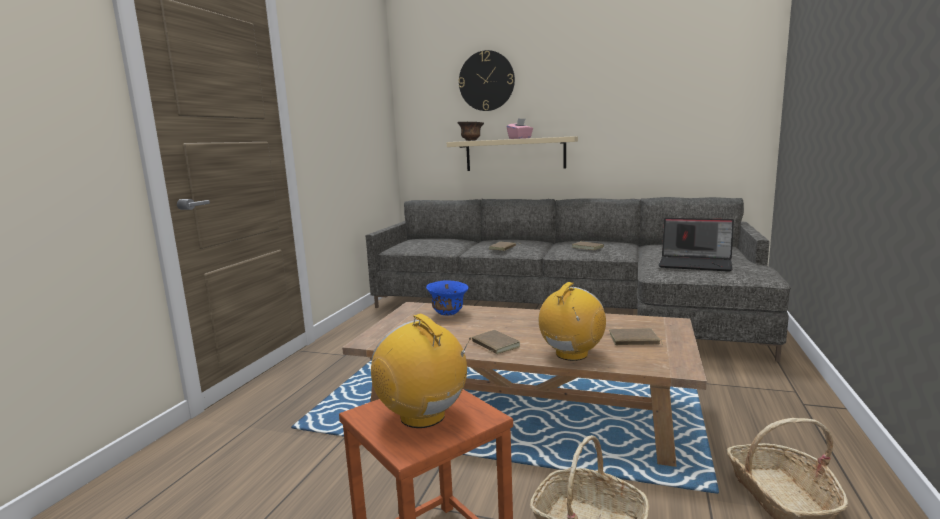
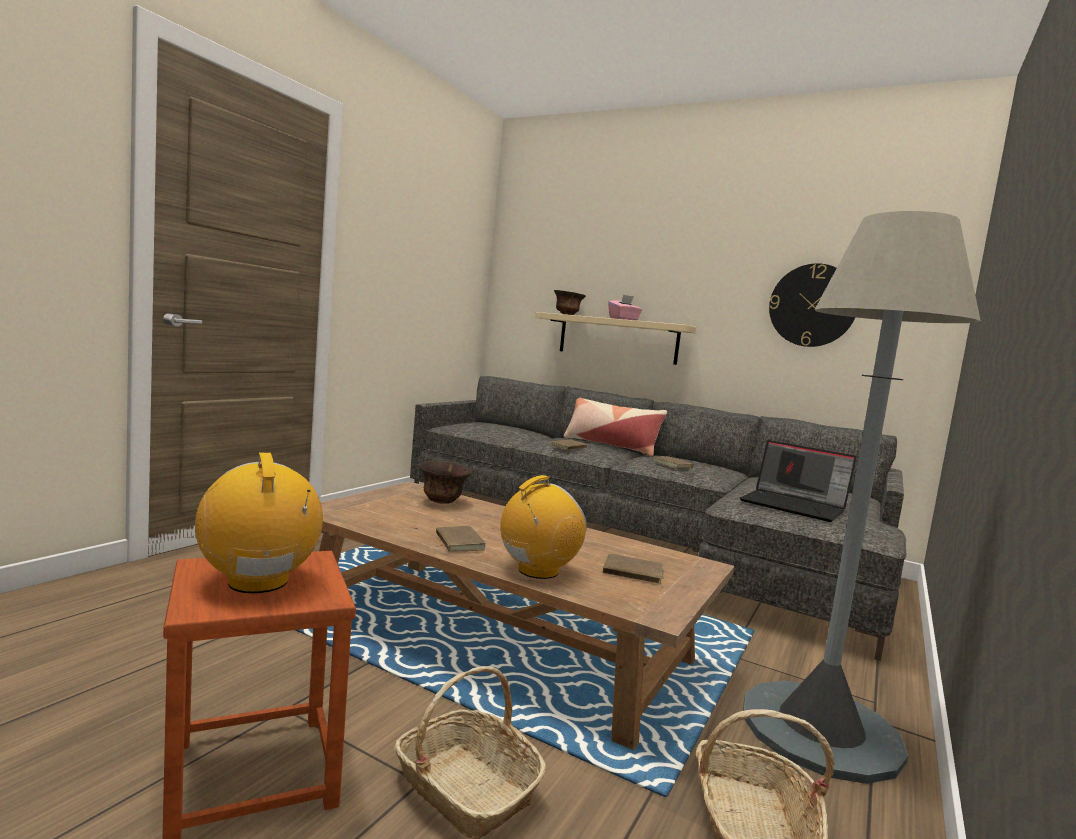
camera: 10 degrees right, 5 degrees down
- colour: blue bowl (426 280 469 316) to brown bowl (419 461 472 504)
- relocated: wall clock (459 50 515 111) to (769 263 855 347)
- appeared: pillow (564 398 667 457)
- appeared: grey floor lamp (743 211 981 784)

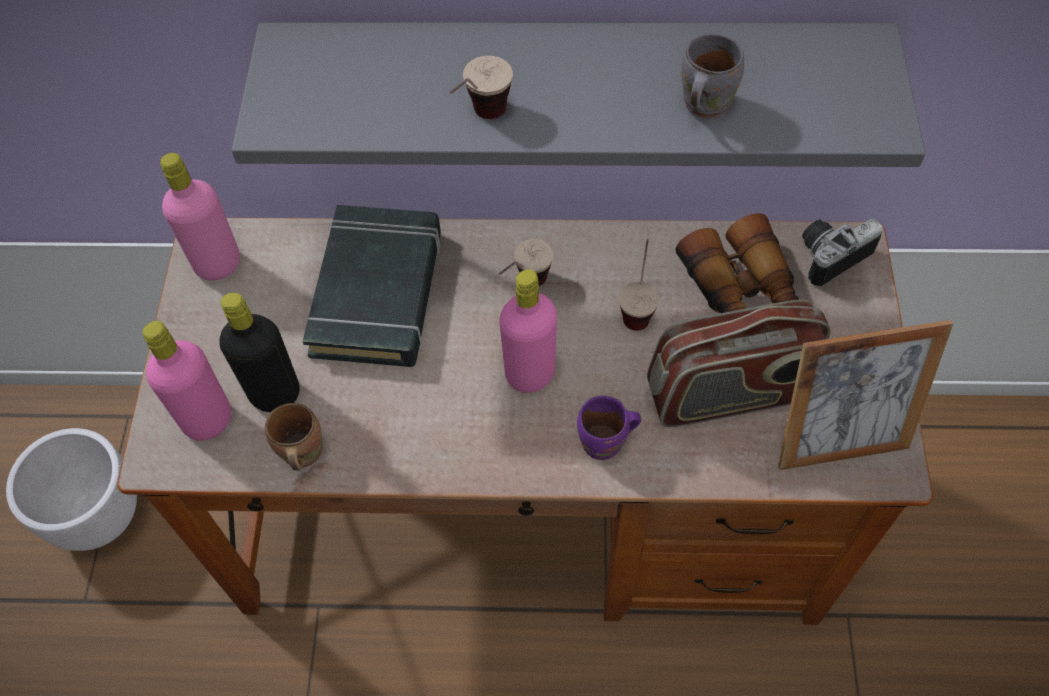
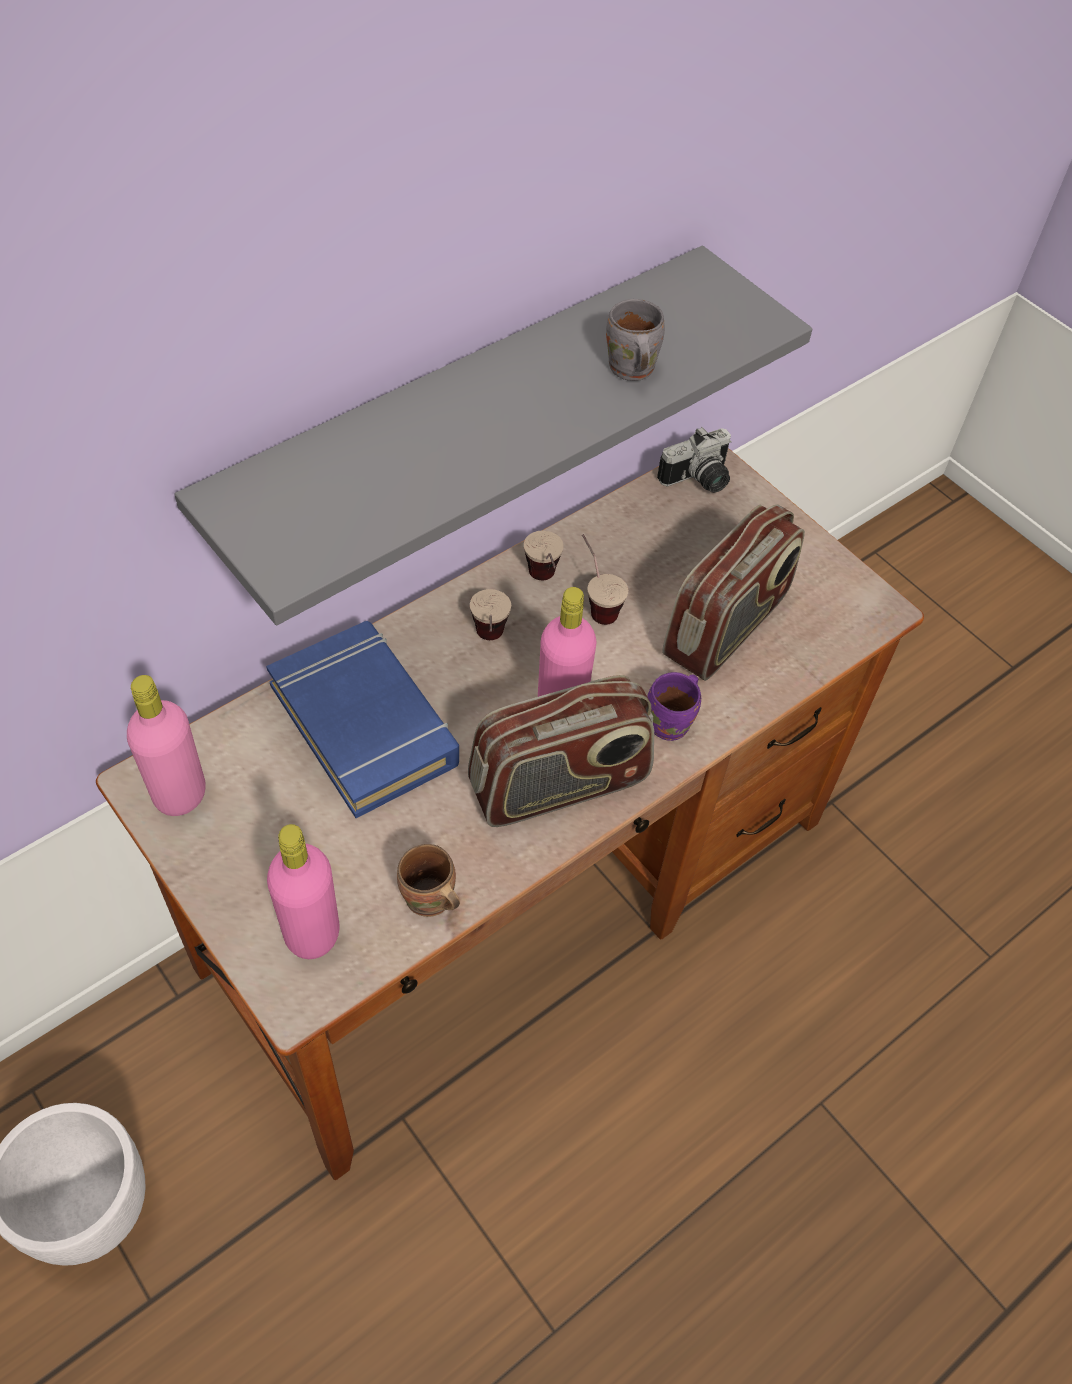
camera: 45 degrees left, 5 degrees down
- missing: black bottle (220 292 300 412)
- colour: black book (302 205 441 367) to blue book (266 621 459 818)
- relocated: cup (450 56 513 119) to (524 531 563 580)
- missing: binoculars (676 213 799 313)
- missing: picture frame (778 320 953 470)
- spun: photo camera (802 219 883 287) = (657 427 732 493) 135 degrees counterclockwise
- appeared: radio (468 675 654 827)

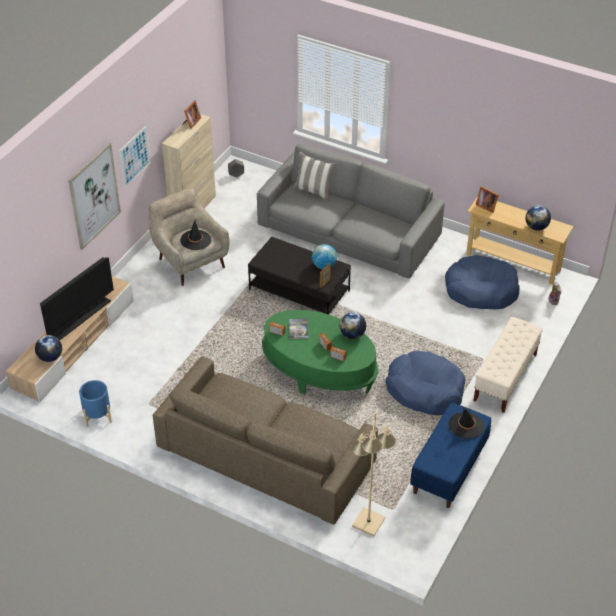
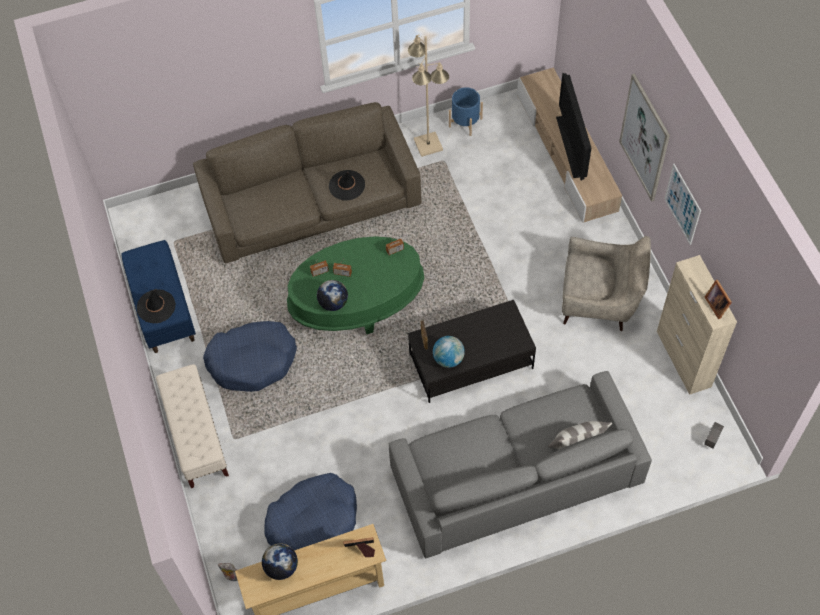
camera: 135 degrees right, 15 degrees up
- missing: globe (35 335 62 362)
- relocated: black hat (180 220 211 250) to (329 170 365 201)
- missing: book (289 319 309 339)
- relocated: beige floor lamp (351 413 396 536) to (408 34 449 157)

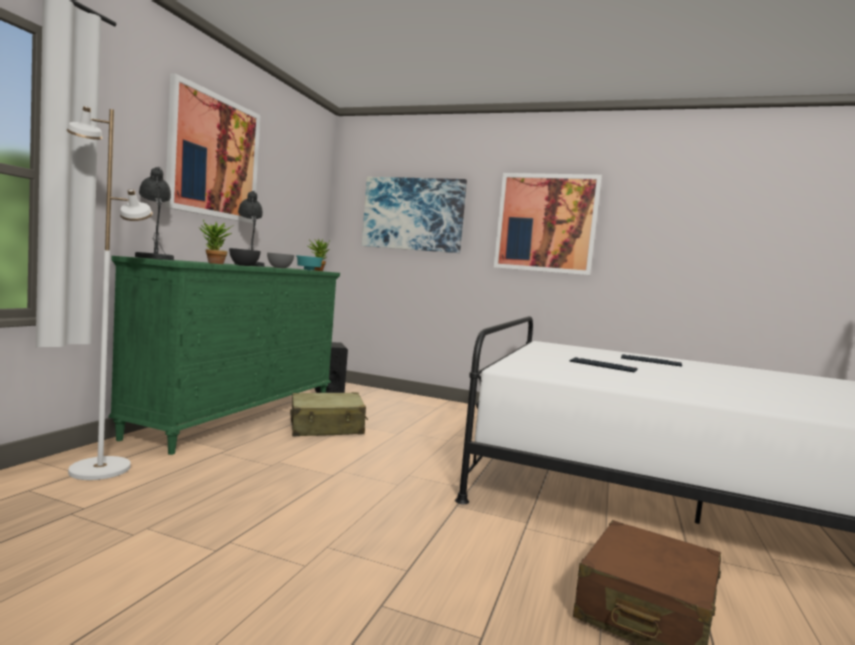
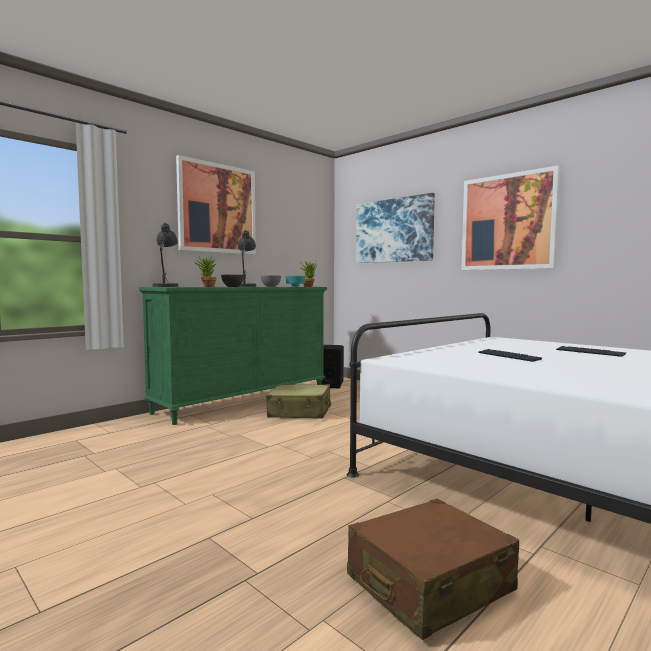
camera: 25 degrees right, 0 degrees up
- missing: white floor lamp (67 106 153 480)

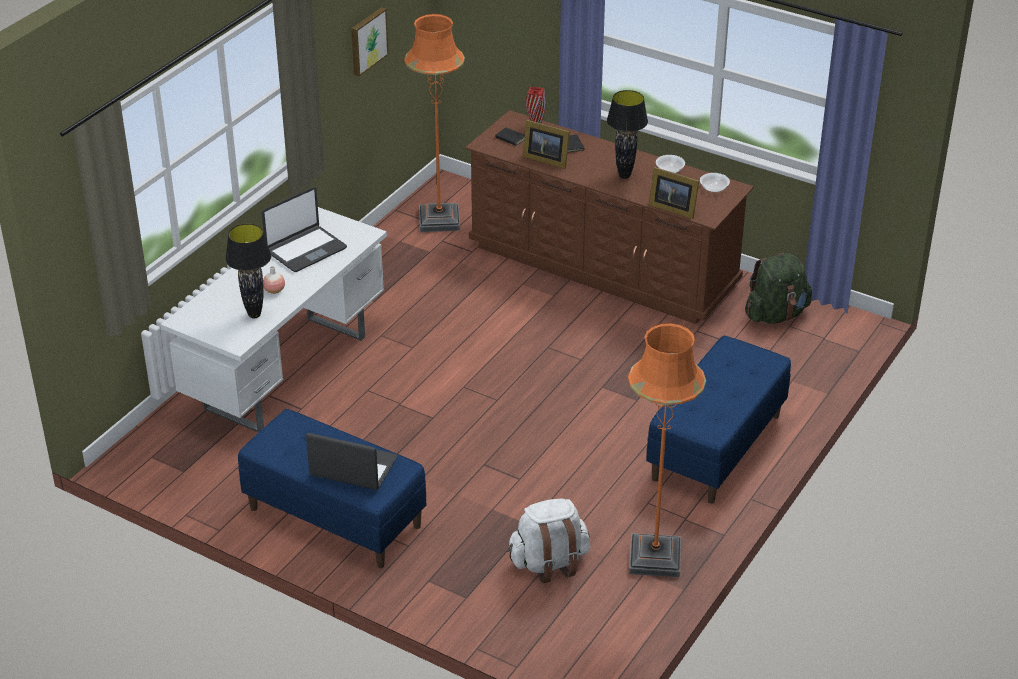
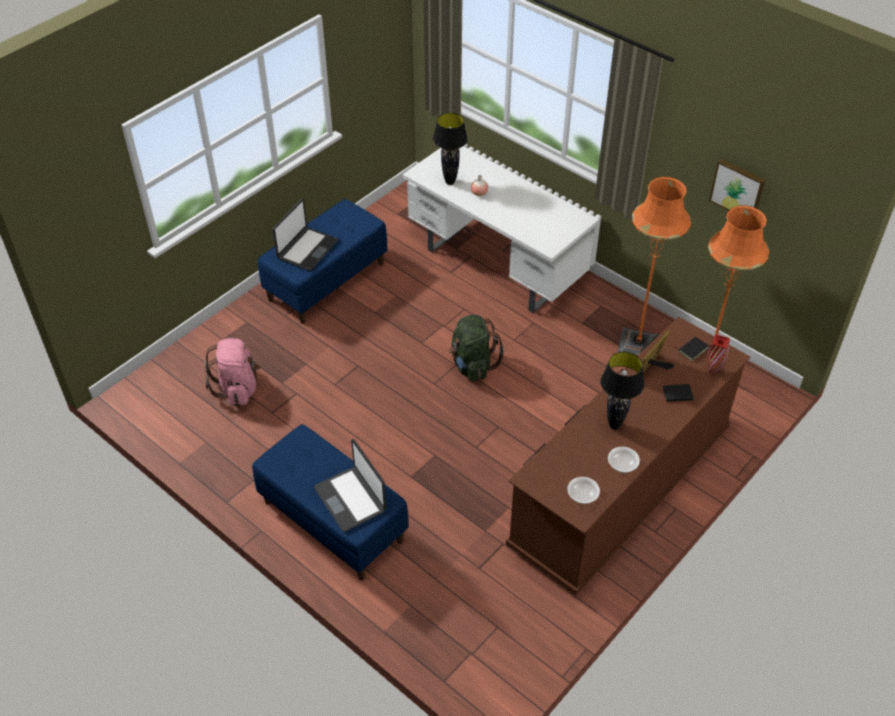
camera: 100 degrees right, 10 degrees up
- relocated: laptop (262 187 347 272) to (314 439 387 532)
- colour: white backpack (507 499 590 583) to pink backpack (205 338 260 406)
- relocated: orange floor lamp (628 323 706 578) to (617 177 691 356)
- missing: picture frame (649 167 699 219)
- relocated: green backpack (745 253 812 324) to (448 315 504 382)

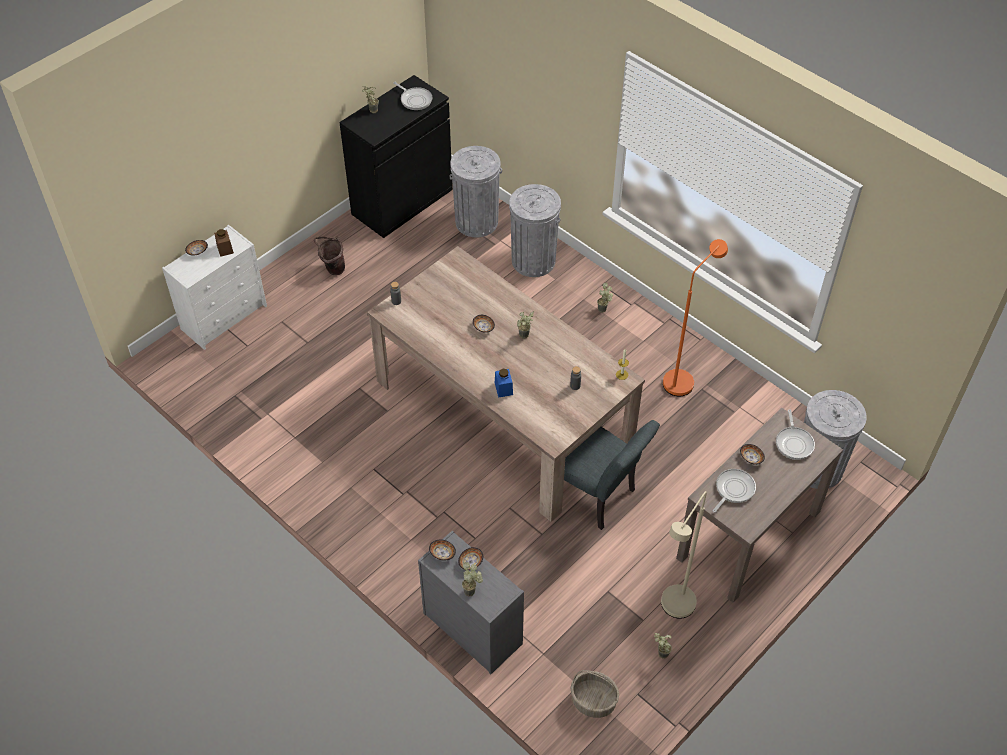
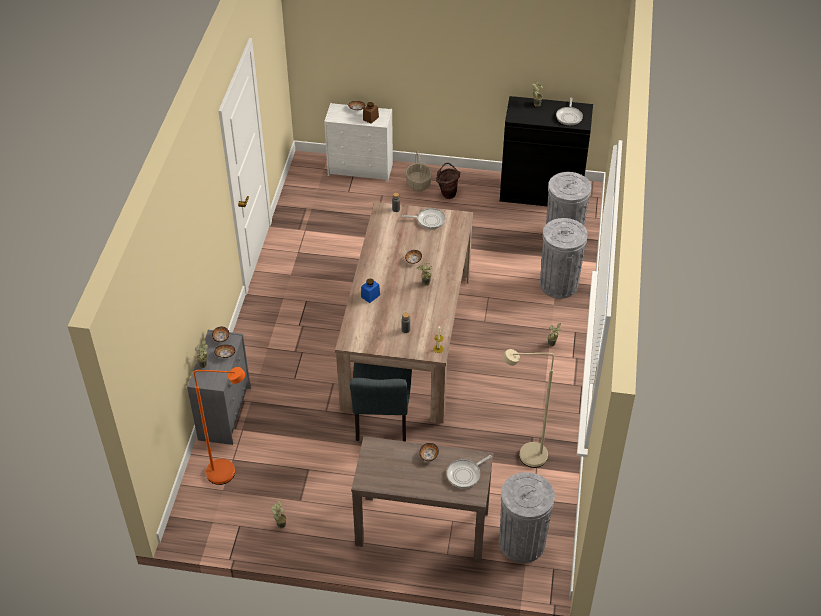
camera: 55 degrees right, 5 degrees down
- relocated: basket (571 670 619 718) to (405 151 432 191)
- relocated: beige floor lamp (661 491 707 618) to (503 349 554 468)
- relocated: orange floor lamp (663 239 728 397) to (194 367 245 485)
- relocated: frying pan (712 469 756 513) to (402 208 446 229)

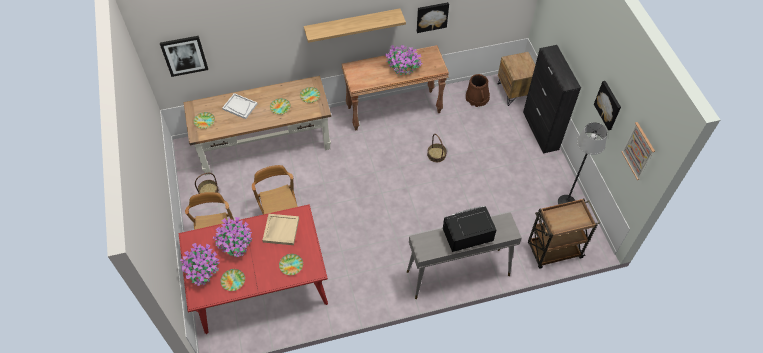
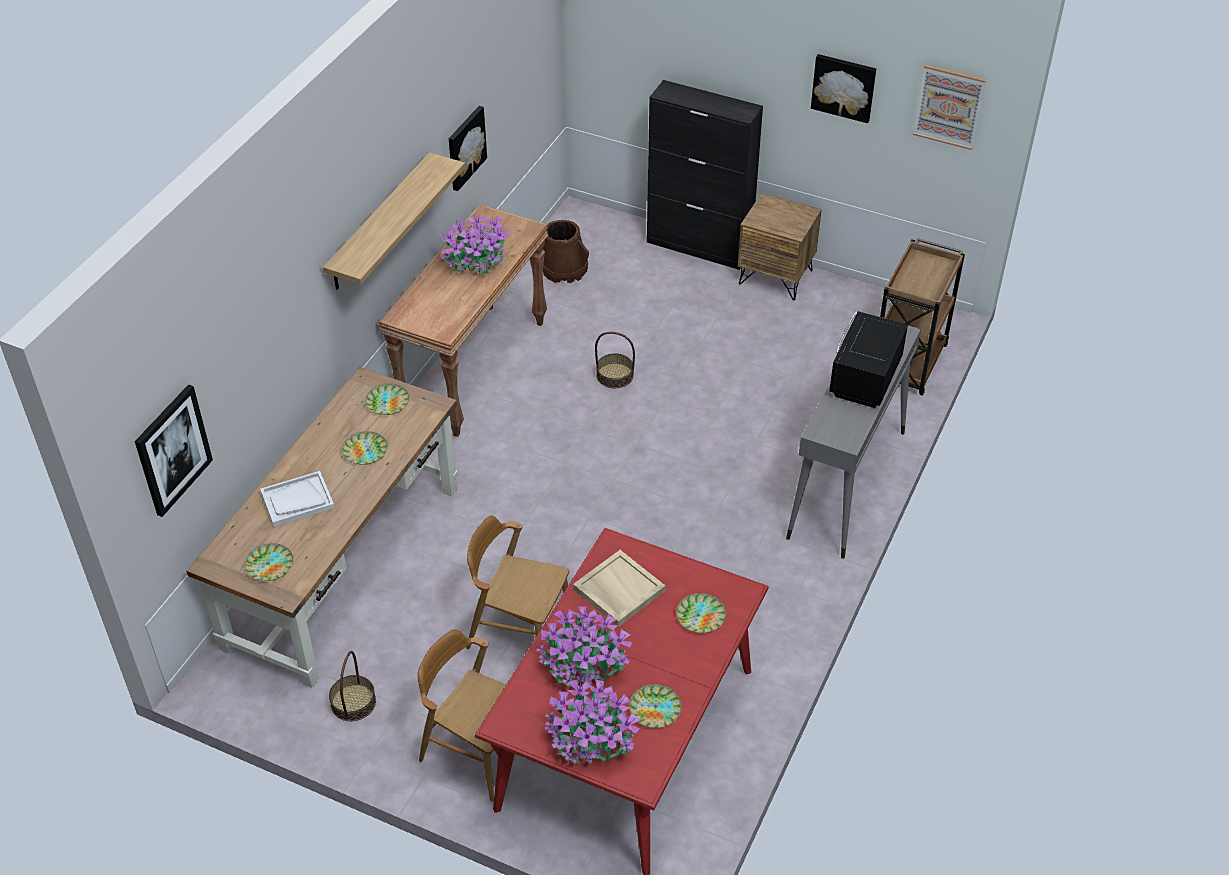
camera: 50 degrees left, 10 degrees down
- relocated: brown nightstand (498 52 535 106) to (738 193 822 300)
- missing: floor lamp (558 122 607 205)

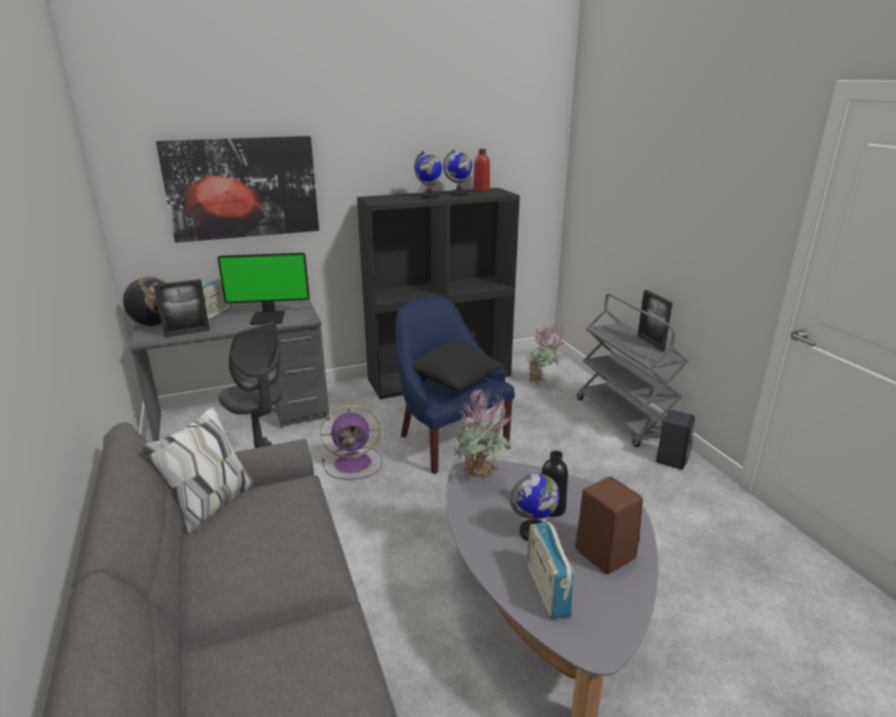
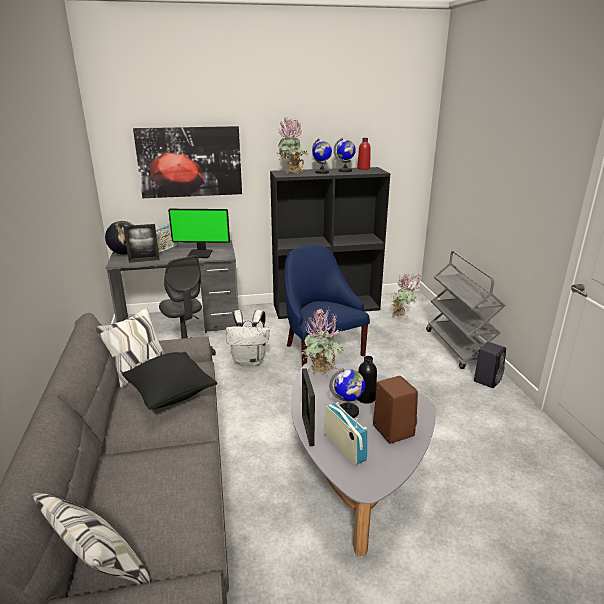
camera: 10 degrees right, 0 degrees up
- exchanged: purple fan (320 405 383 480) to white backpack (226 310 269 366)
- relocated: black pillow (413 342 505 390) to (122 352 218 410)
- spun: radio (526 519 575 619) = (324 402 367 465) 150 degrees clockwise
- relocated: picture frame (637 290 673 351) to (302 368 315 446)
- appeared: potted plant (276 118 308 173)

